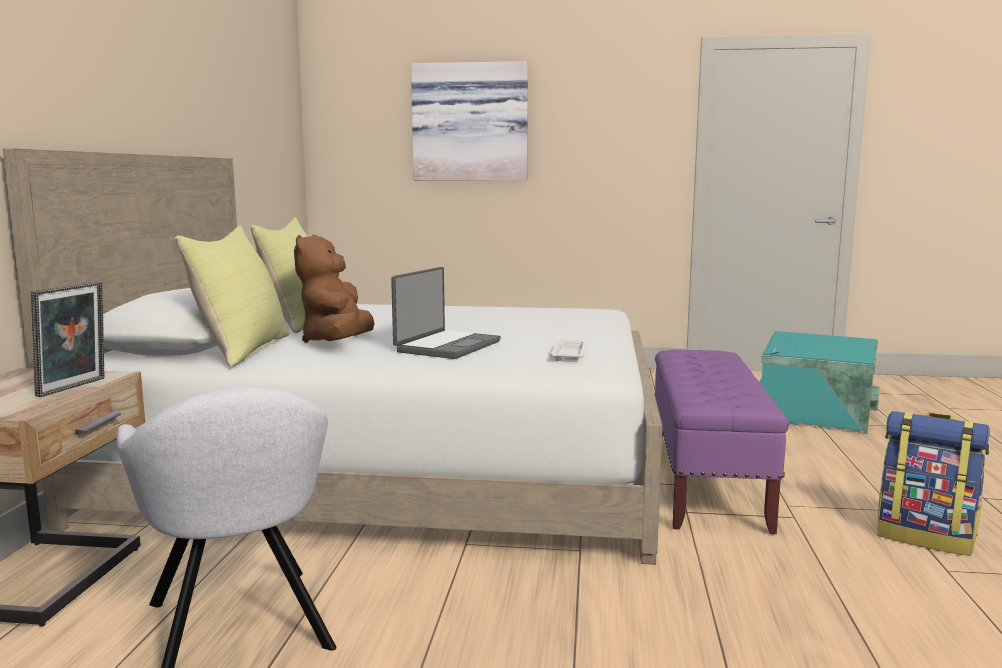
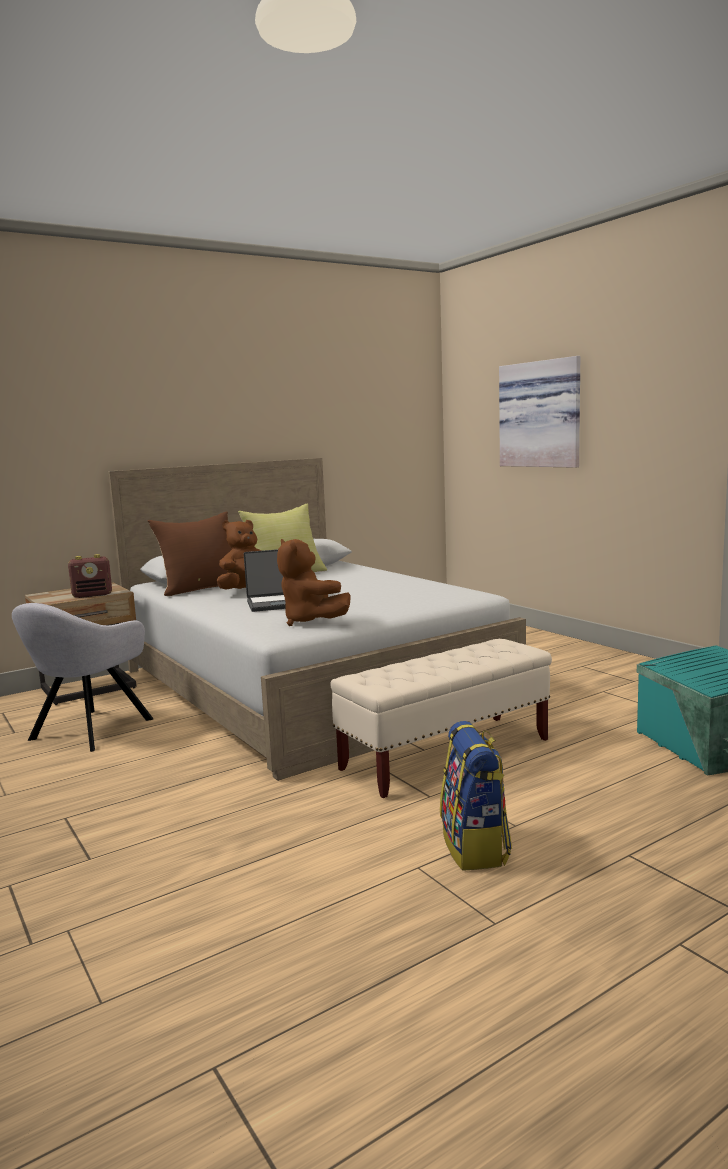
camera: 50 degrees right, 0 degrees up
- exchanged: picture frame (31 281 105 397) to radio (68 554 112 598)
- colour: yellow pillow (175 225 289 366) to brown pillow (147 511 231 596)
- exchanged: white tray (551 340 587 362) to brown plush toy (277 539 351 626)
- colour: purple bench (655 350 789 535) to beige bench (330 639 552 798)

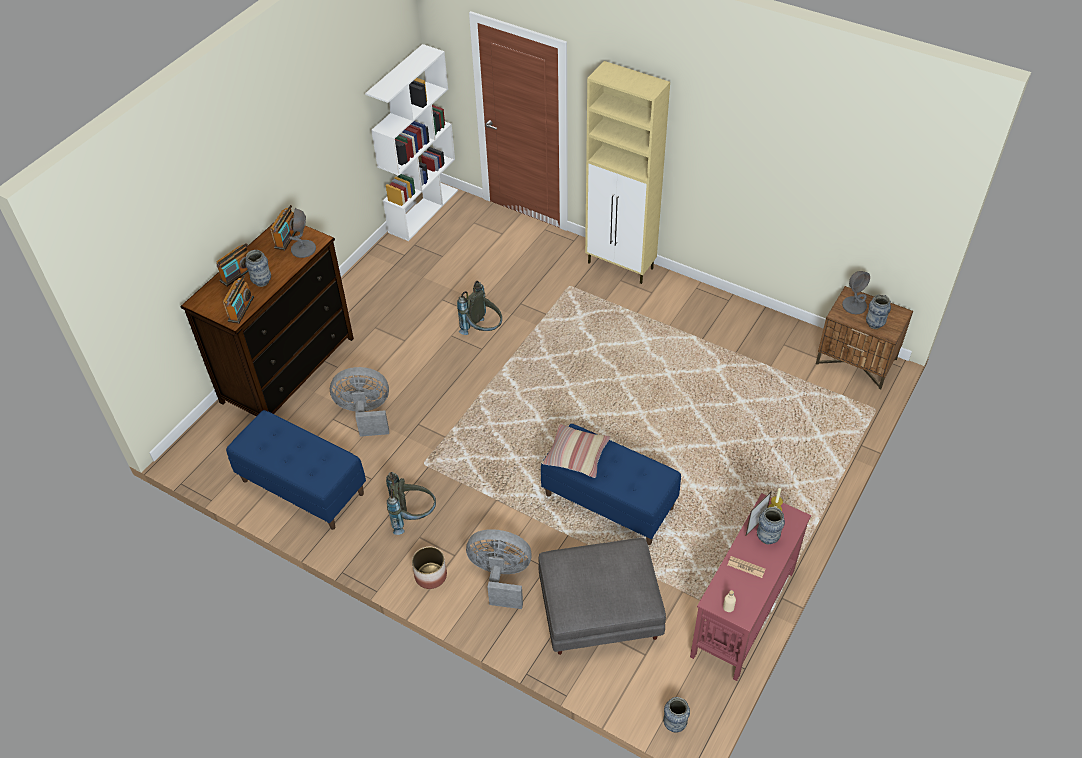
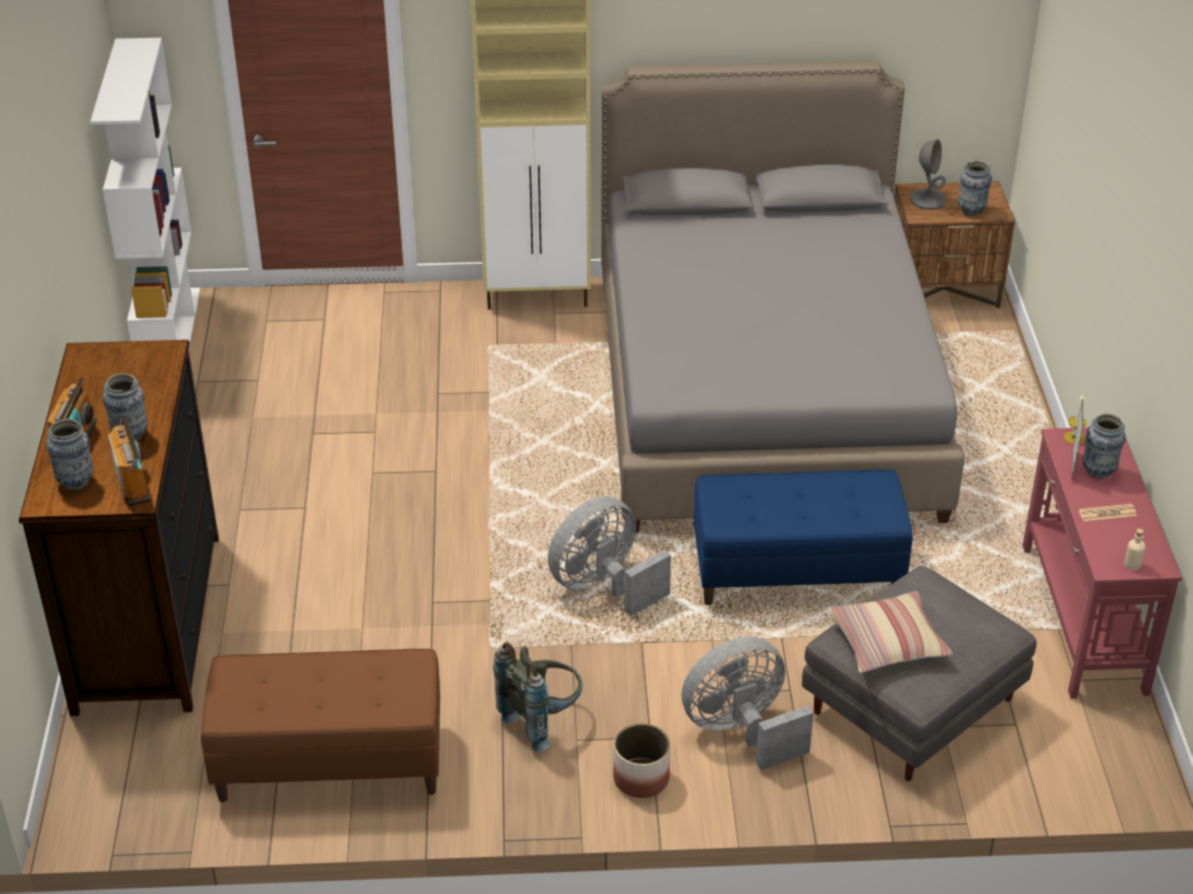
camera: 35 degrees left, 10 degrees down
- colour: blue bench (226 410 366 530) to brown bench (201 649 440 802)
- missing: radio (270 205 297 251)
- missing: grey table lamp (290 208 316 258)
- relocated: grey fan (330 367 389 437) to (548 496 671 616)
- missing: grey backpack (457 281 502 335)
- relocated: pillow (542 424 611 478) to (828 591 953 673)
- relocated: vase (663 697 690 733) to (46 419 94 490)
- appeared: grey bed (601 61 965 533)

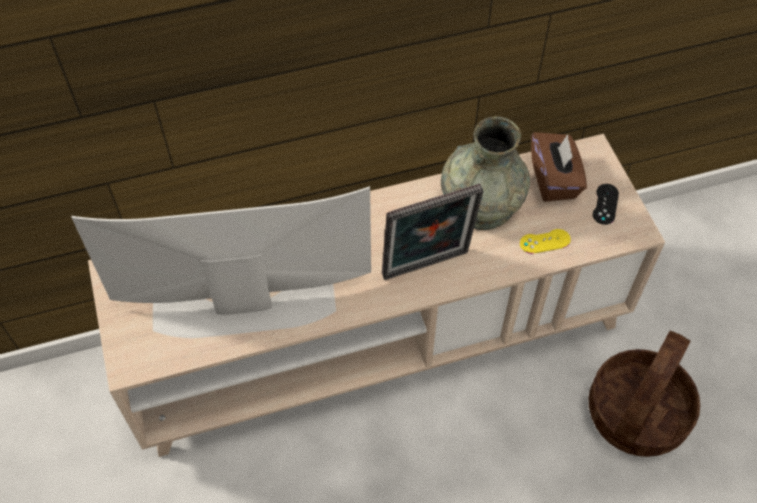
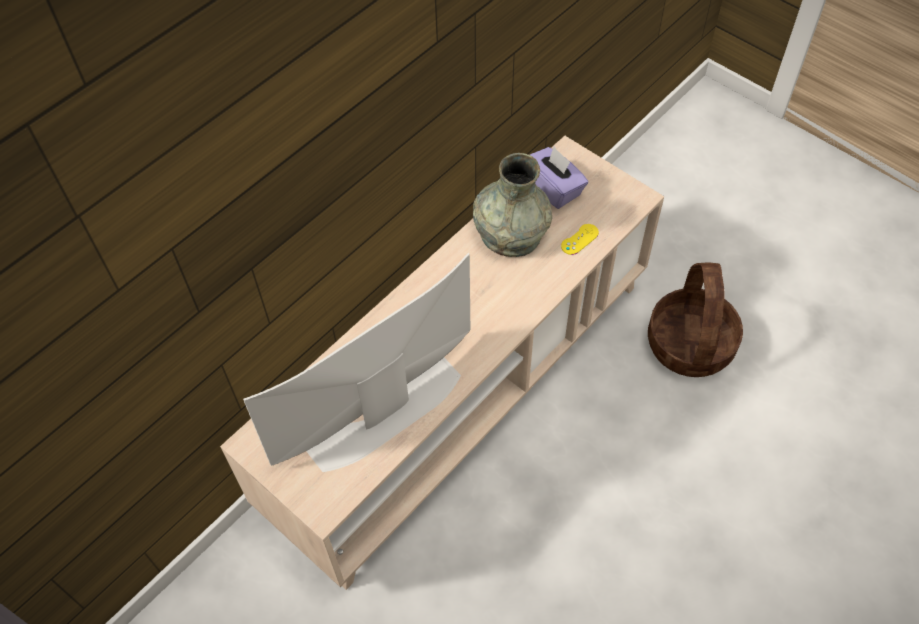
camera: 30 degrees left, 0 degrees up
- missing: picture frame (382 184 483 280)
- colour: brown tissue box (531 132 587 202) to purple tissue box (530 147 588 209)
- missing: black game controller (593 184 619 225)

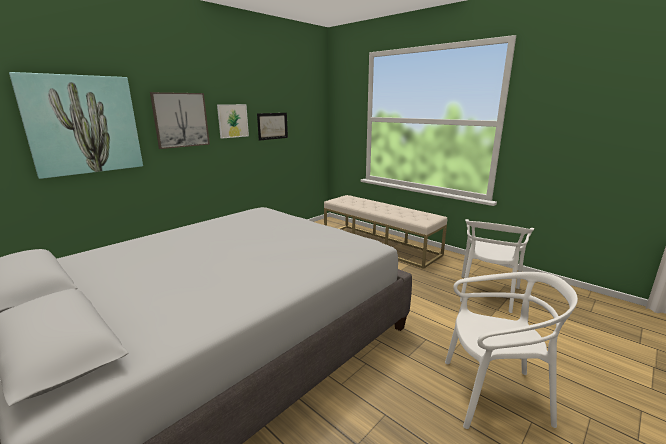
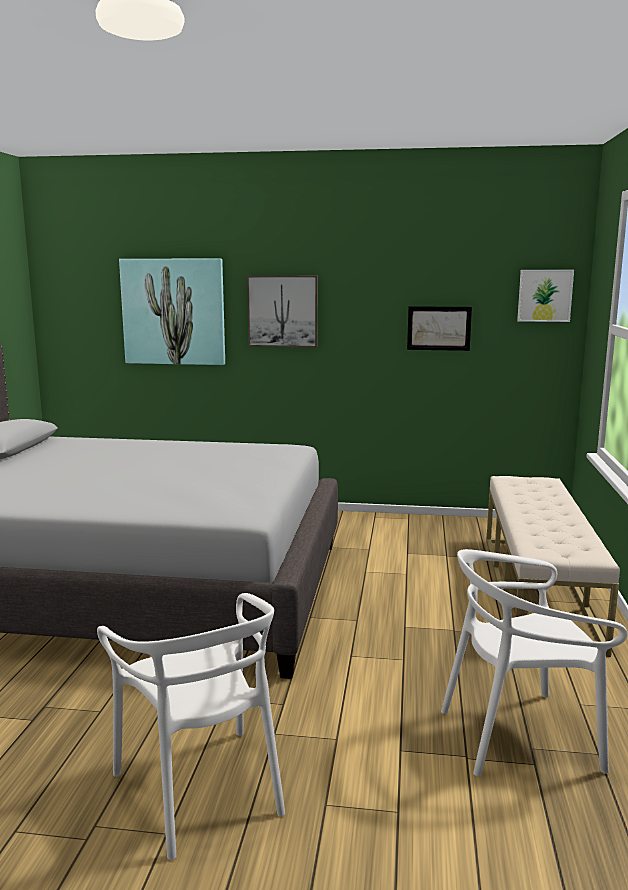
camera: 55 degrees right, 5 degrees down
- relocated: picture (217 104 249 139) to (517 270 574 322)

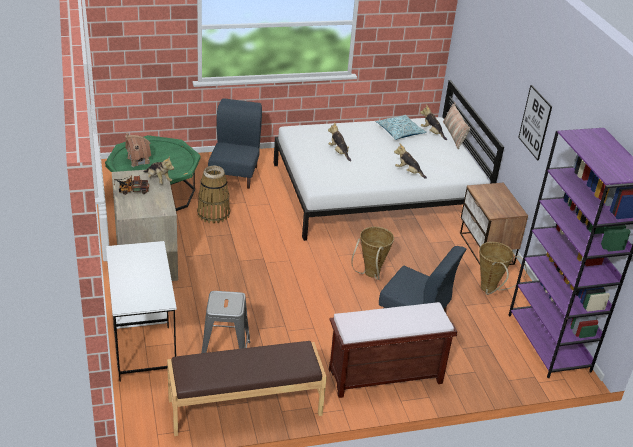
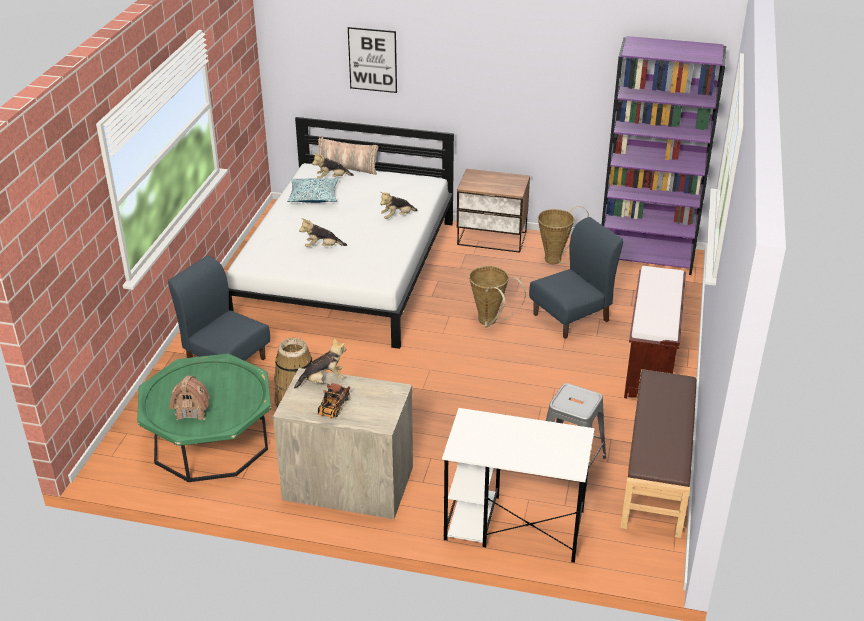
camera: 60 degrees left, 0 degrees up
- relocated: picture (518 85 552 161) to (348 27 397 93)

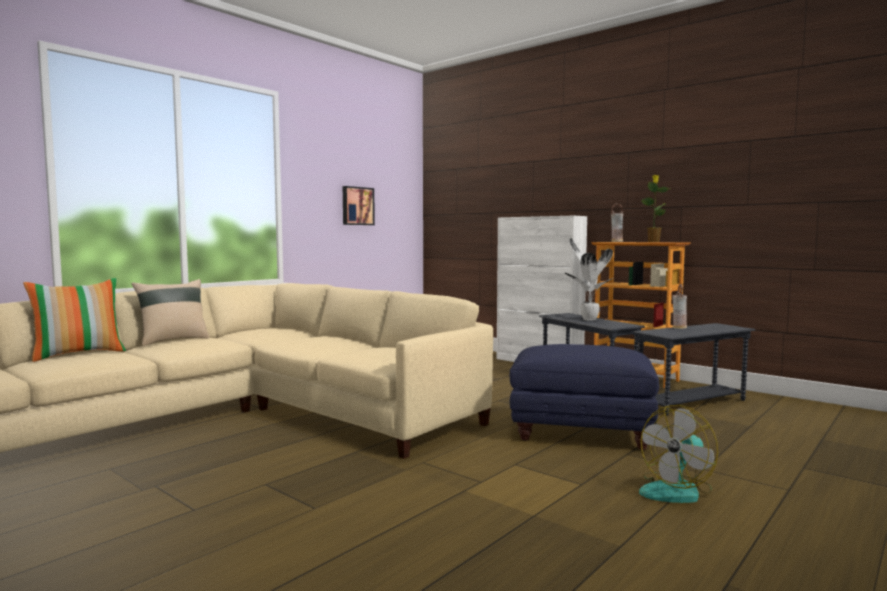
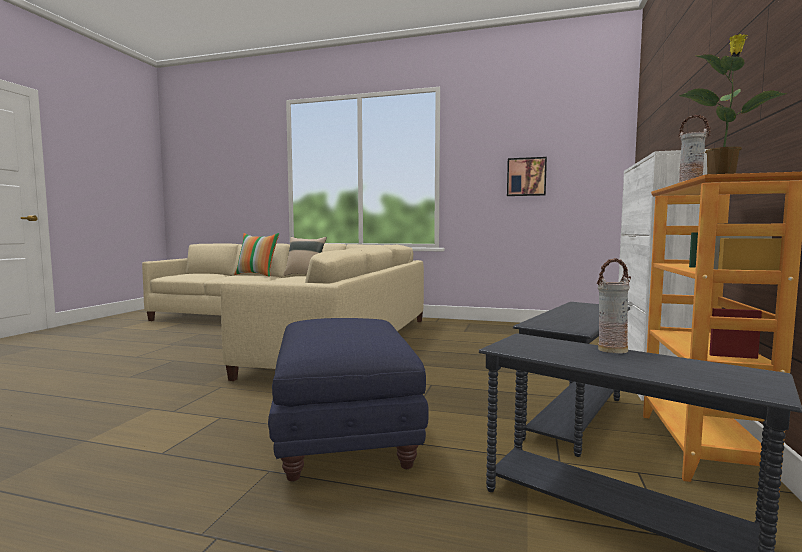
camera: 65 degrees right, 0 degrees up
- missing: potted plant (565 238 613 321)
- missing: fan (639 405 718 503)

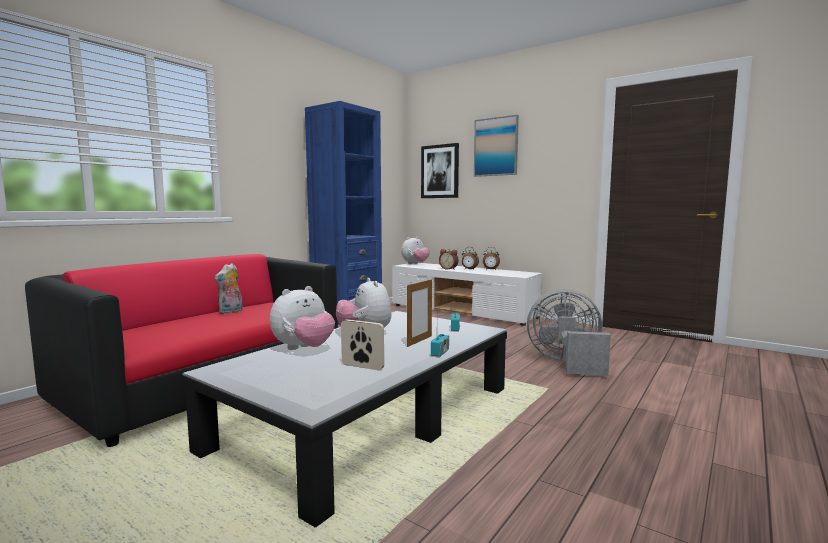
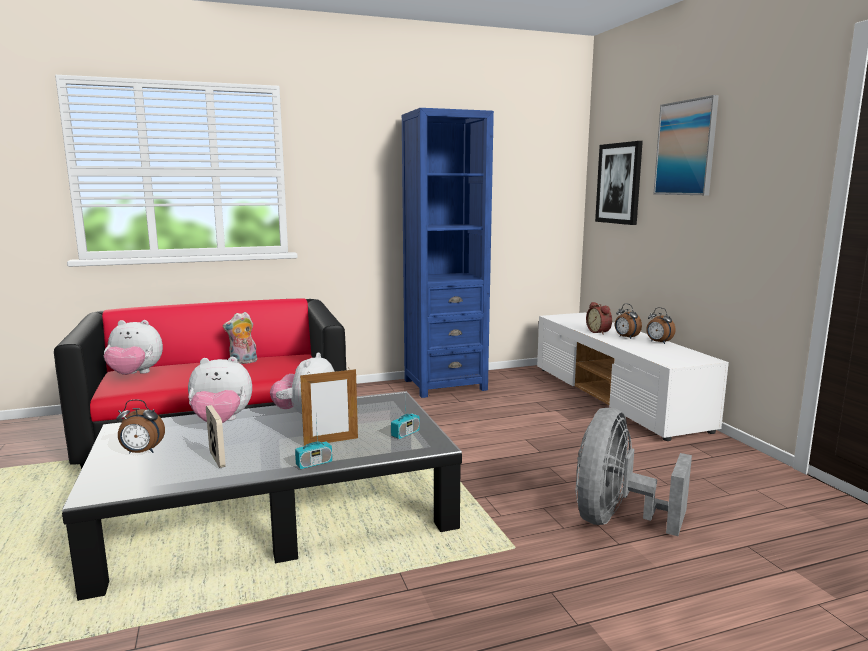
camera: 35 degrees right, 5 degrees up
- relocated: plush toy (401 237 430 264) to (104 320 163 375)
- spun: grey fan (527 289 611 376) = (575 408 692 536) 105 degrees counterclockwise
- appeared: alarm clock (116 399 165 454)

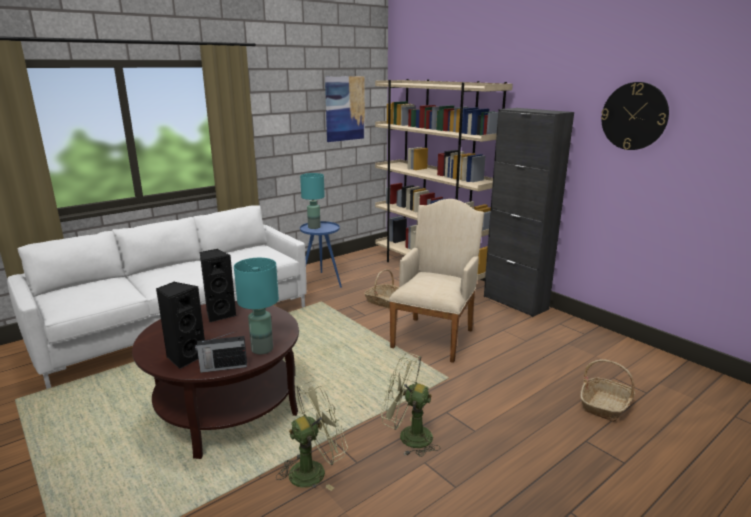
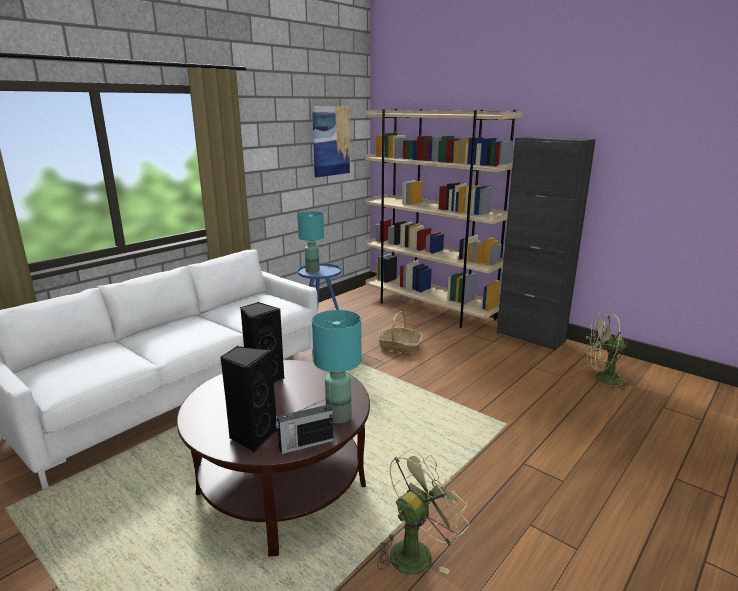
camera: 10 degrees left, 0 degrees up
- relocated: green fan (381 352 440 457) to (585 313 631 390)
- missing: beige armchair (389 199 484 363)
- missing: basket (580 359 635 422)
- missing: wall clock (601 82 669 150)

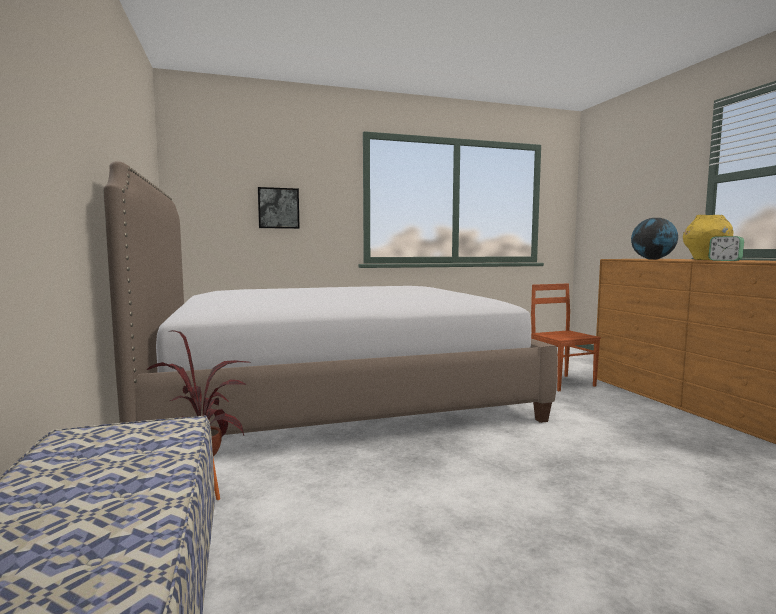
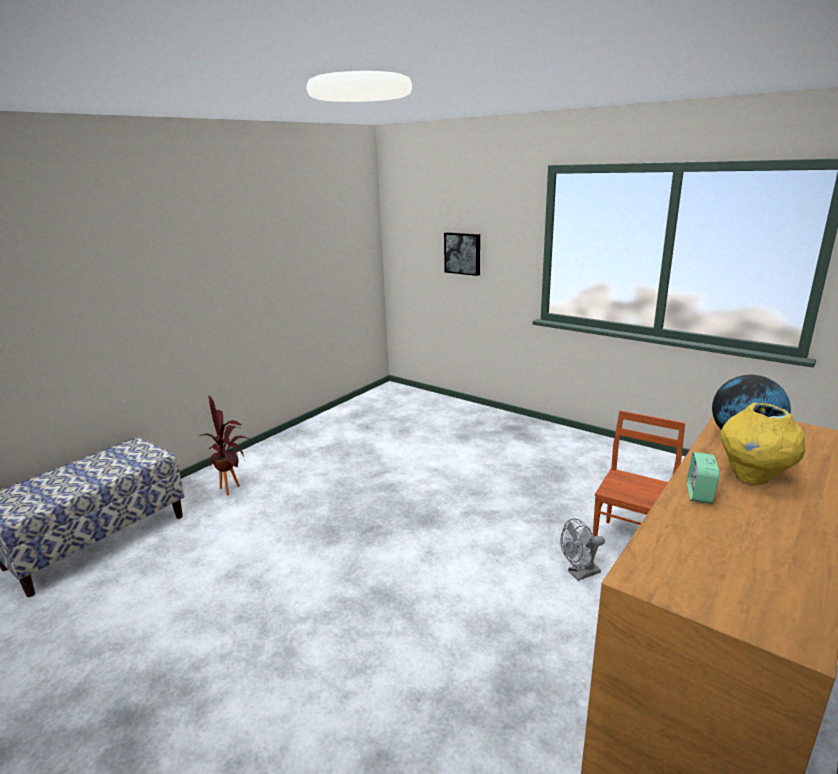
camera: 55 degrees right, 15 degrees up
- missing: bed (103 161 558 435)
- appeared: grey fan (560 518 605 581)

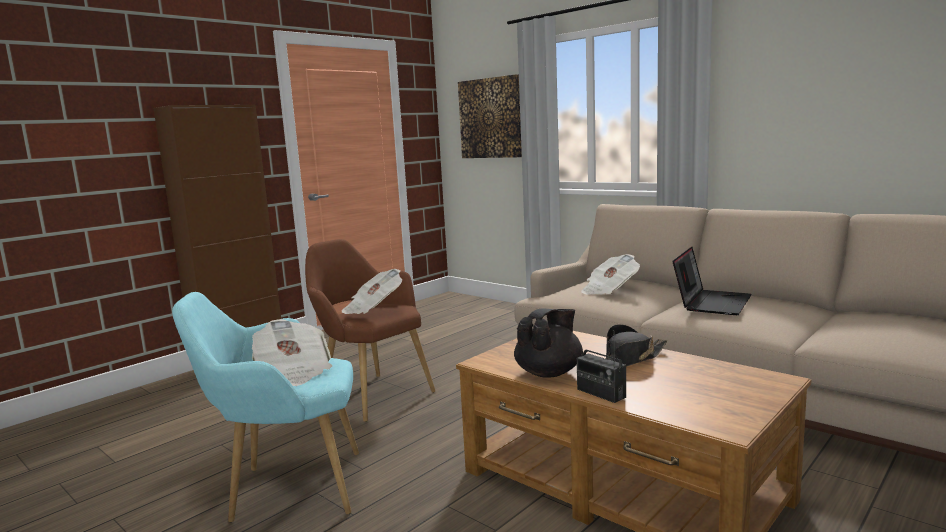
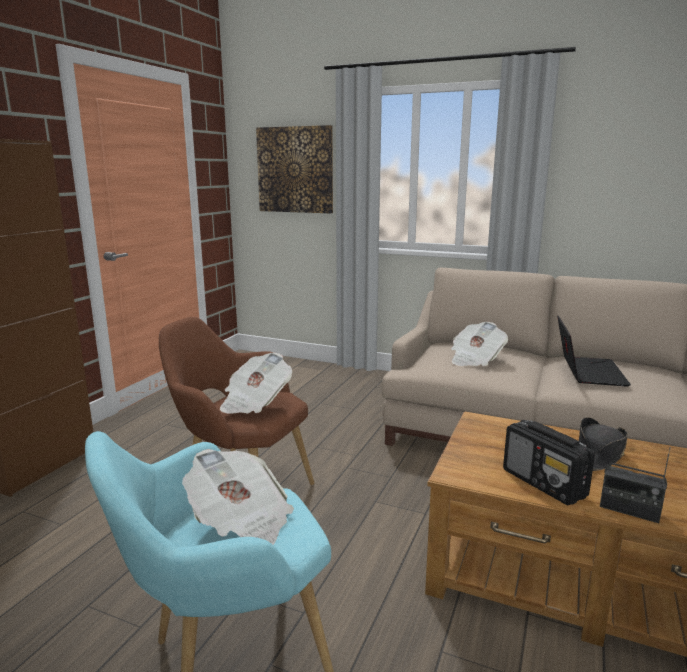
camera: 20 degrees left, 5 degrees up
- exchanged: black teapot (514 308 583 378) to radio (503 420 595 505)

